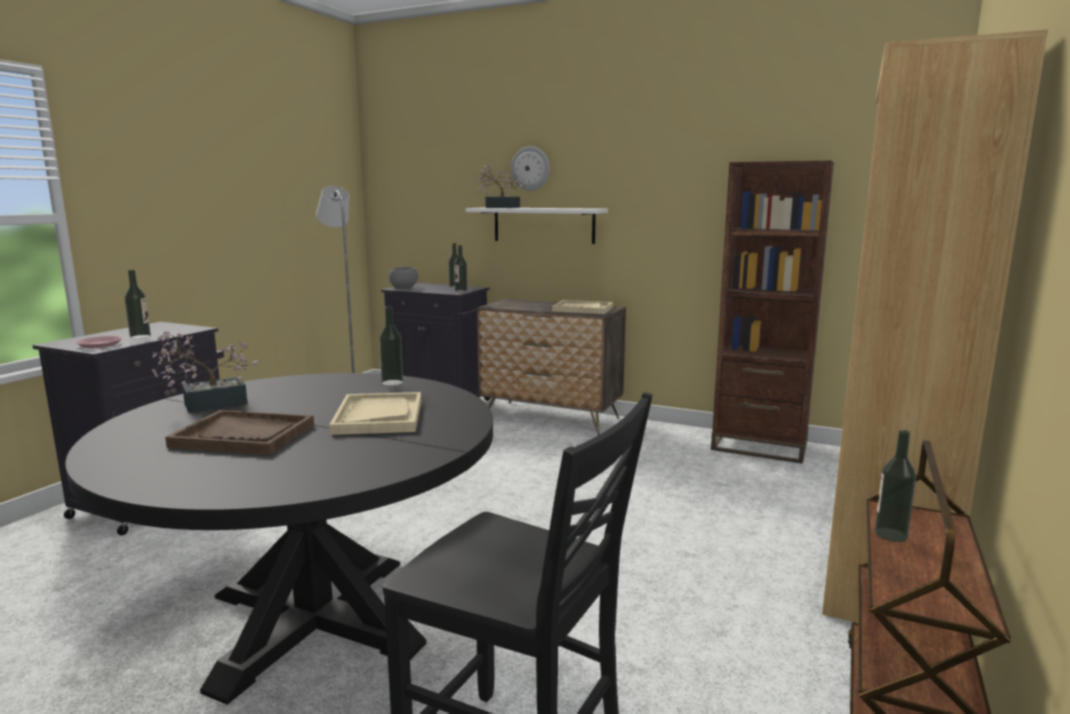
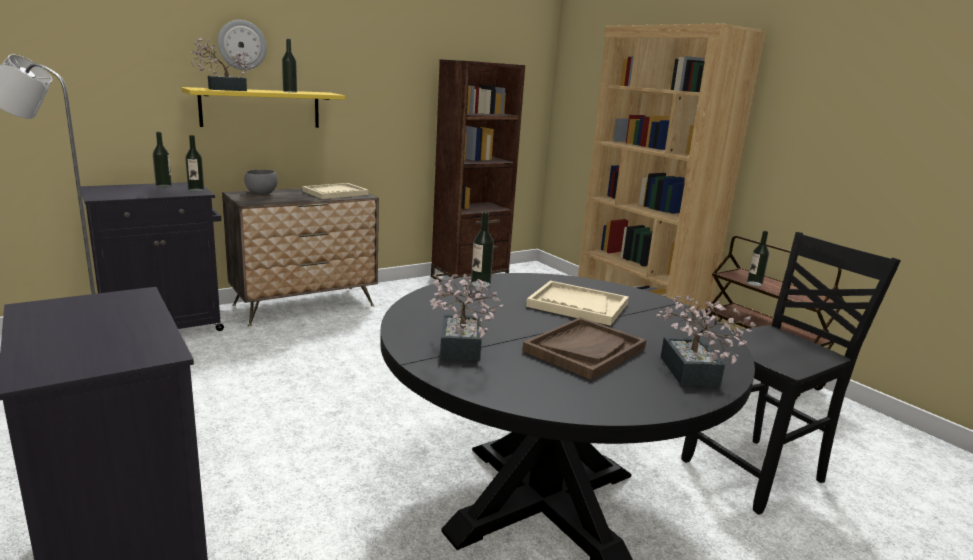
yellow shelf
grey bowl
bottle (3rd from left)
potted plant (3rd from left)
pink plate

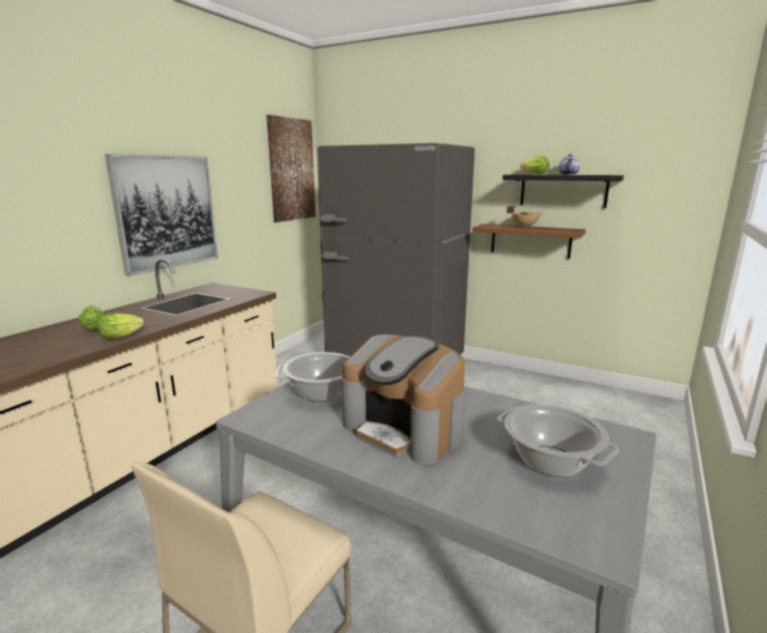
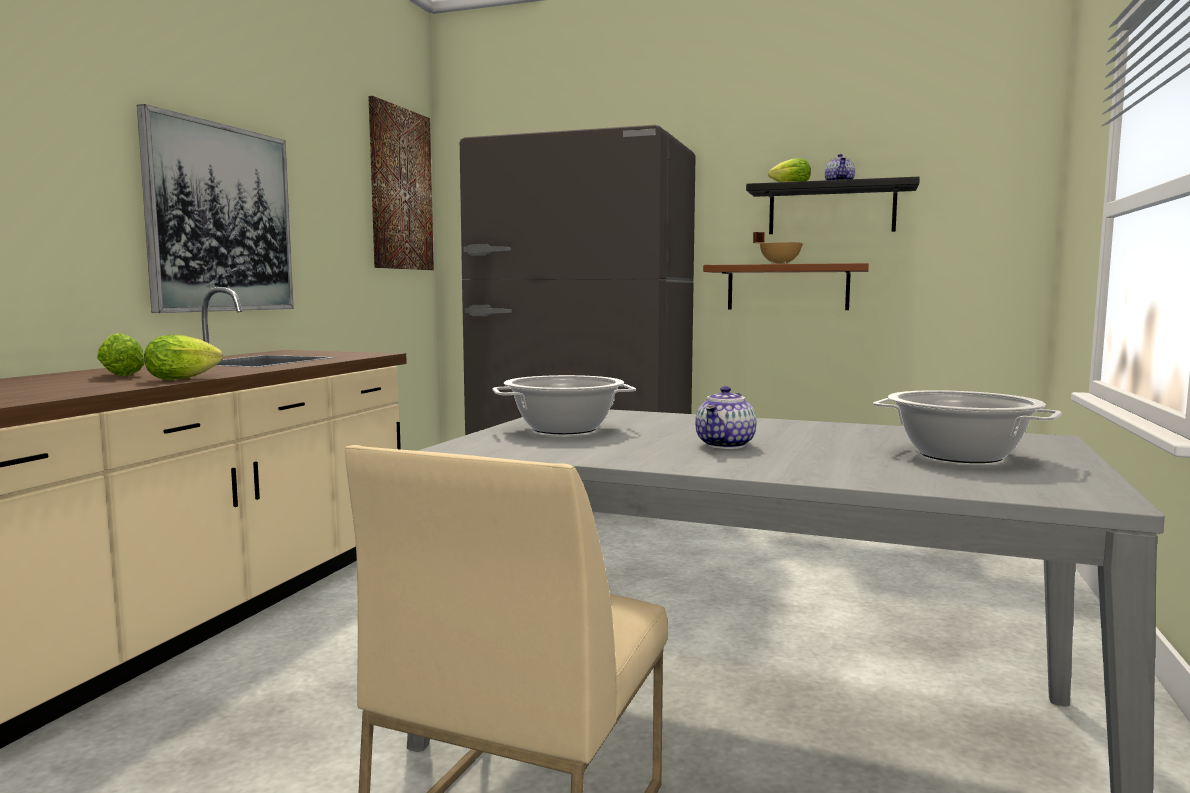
teapot (1st from left)

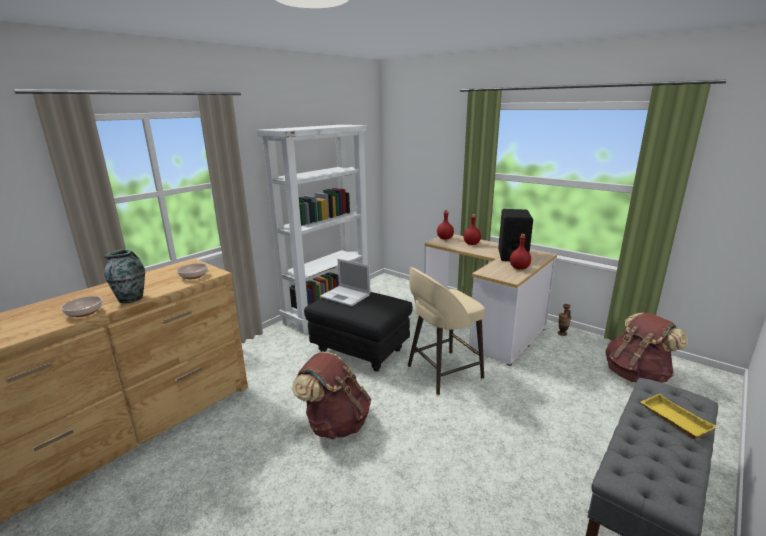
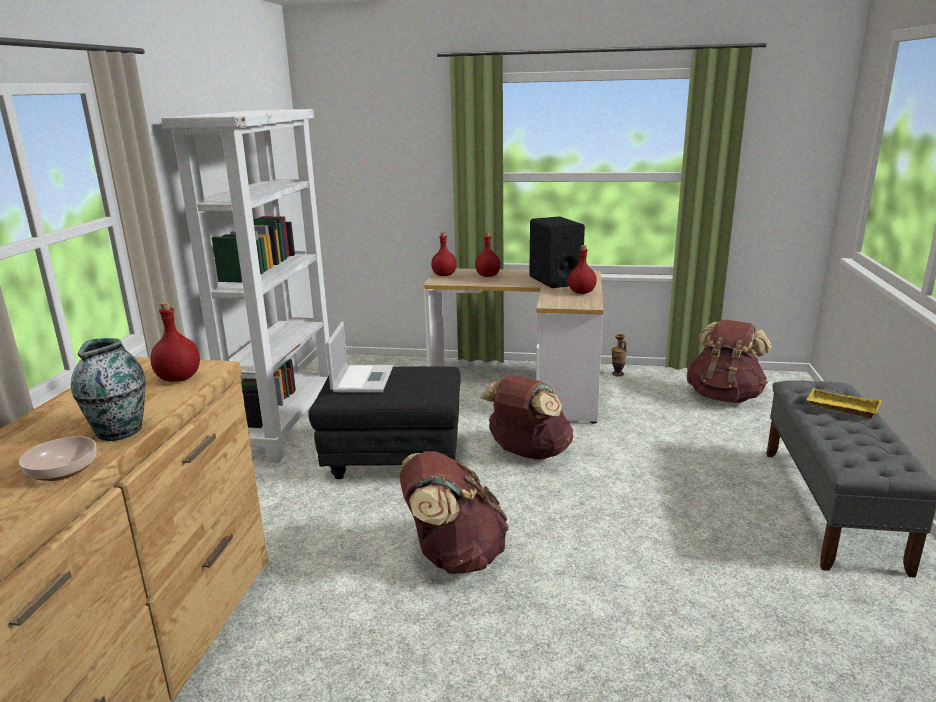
red bottle (1st from left)
laptop
brown backpack (2nd from left)

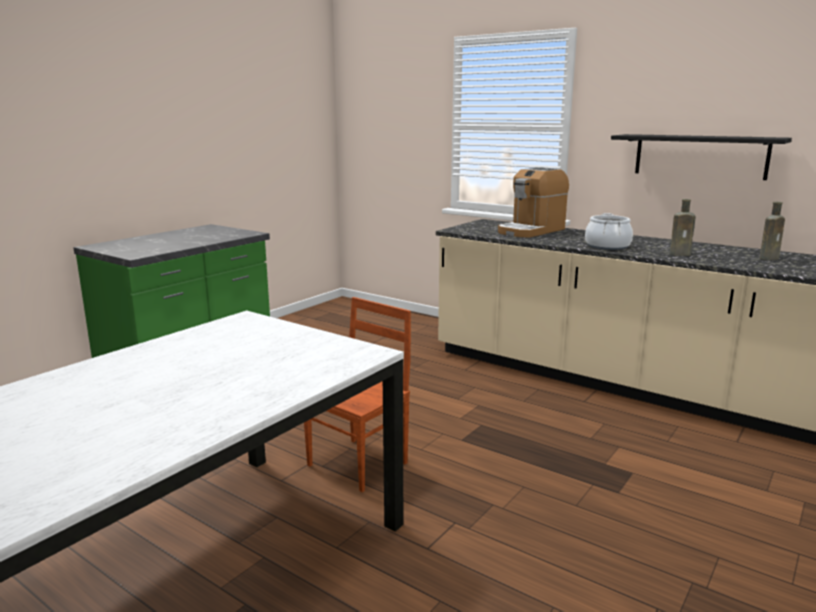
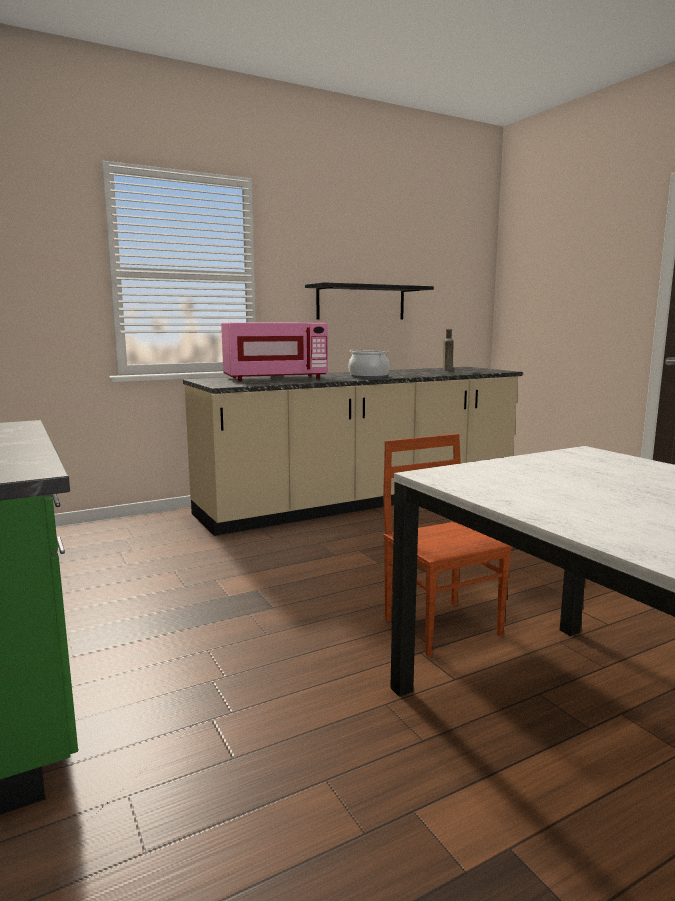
pink microwave
brown bottle (1st from left in the first image)

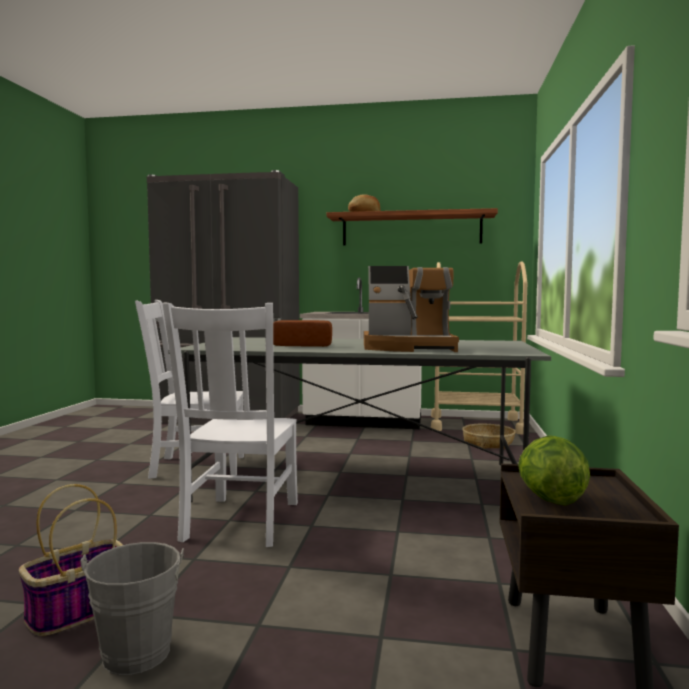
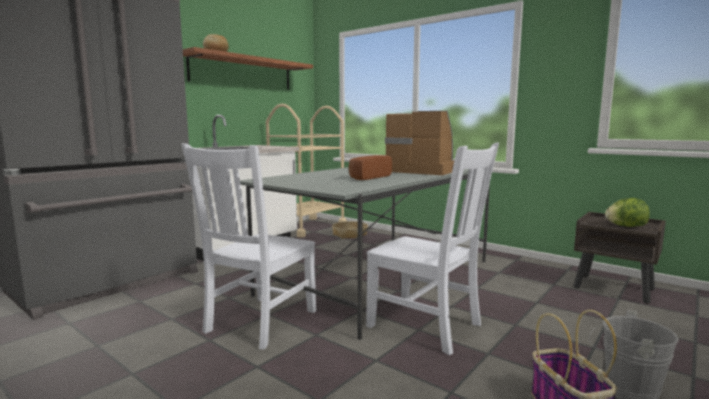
coffee machine

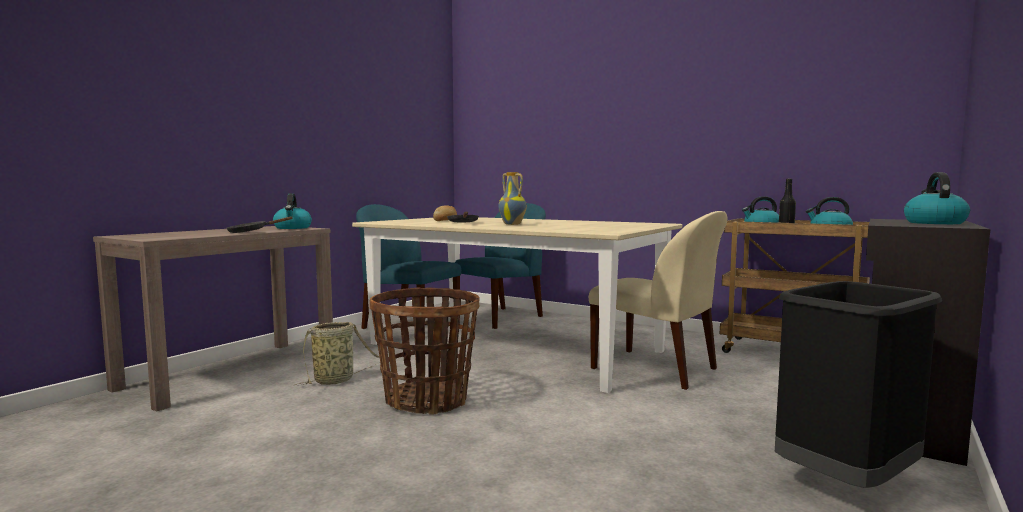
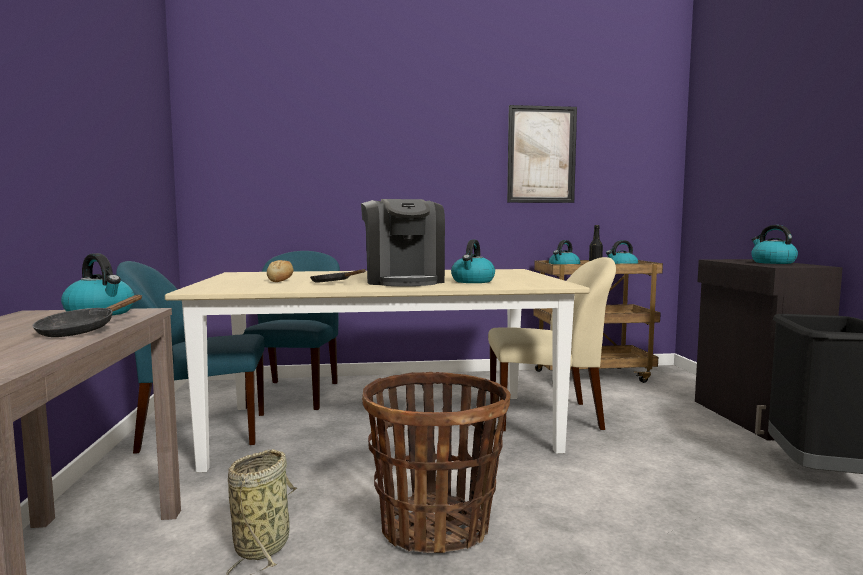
coffee machine
kettle (2nd from left)
picture

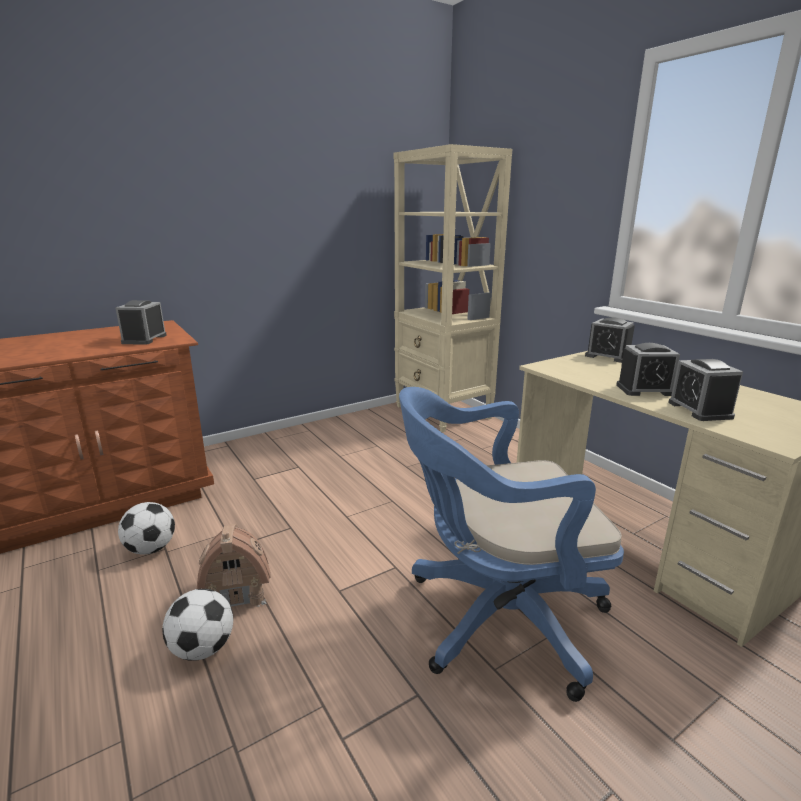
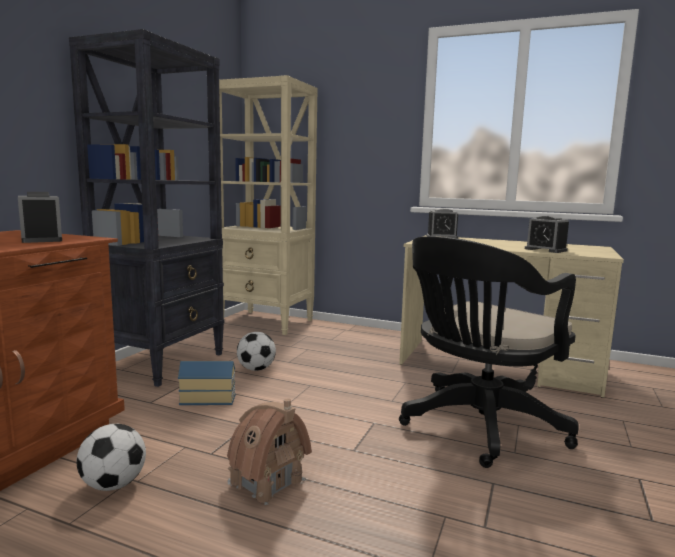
black bookcase
toy house (1st from left)
football (2nd from left)
black office chair
alarm clock (3rd from left in the first image)

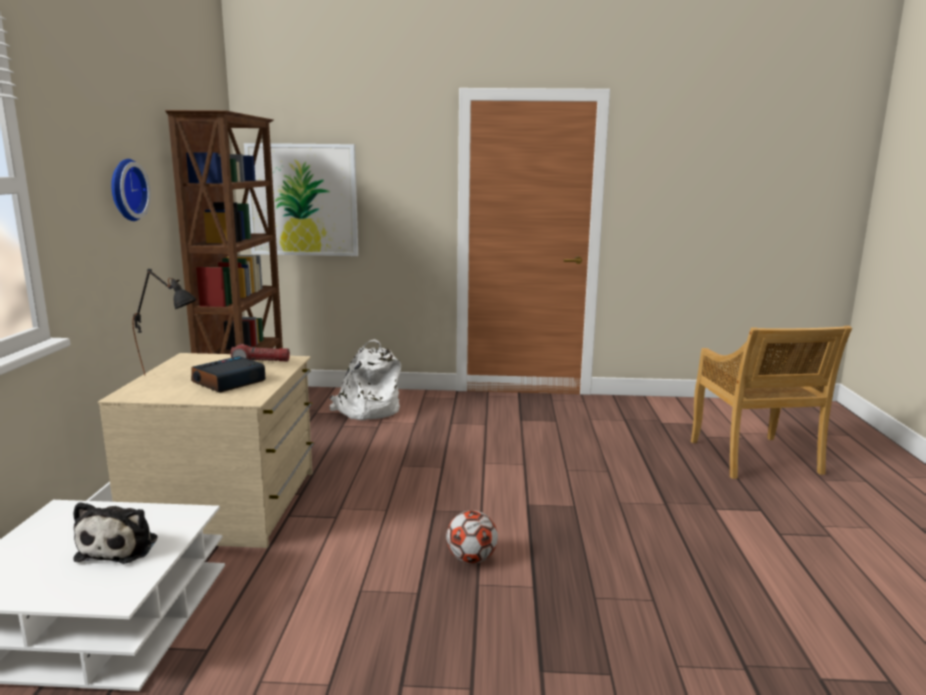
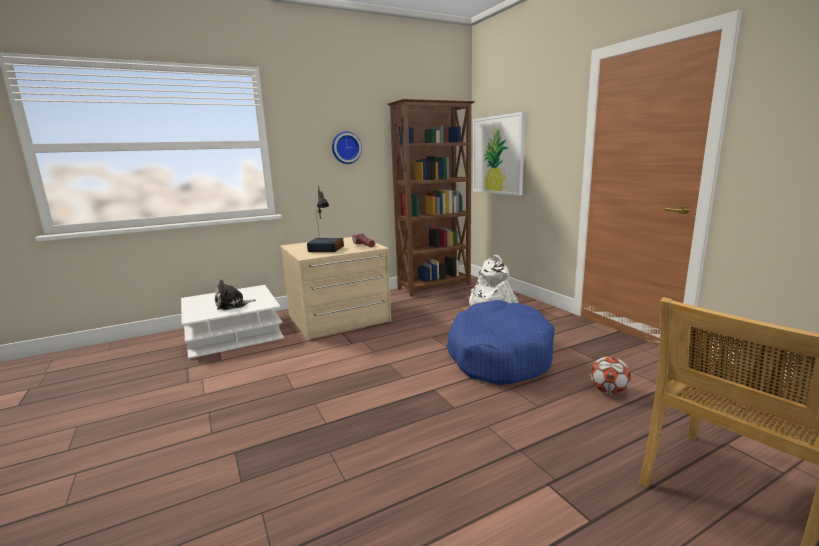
blue dog bed
football

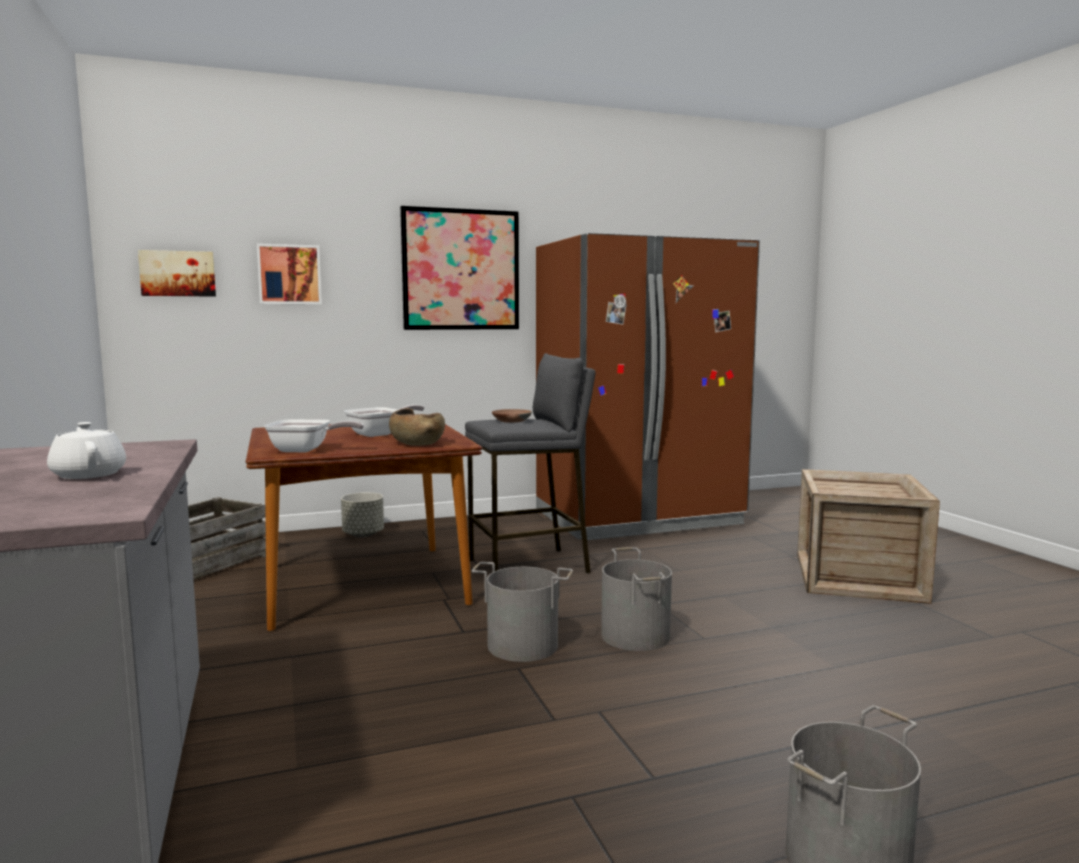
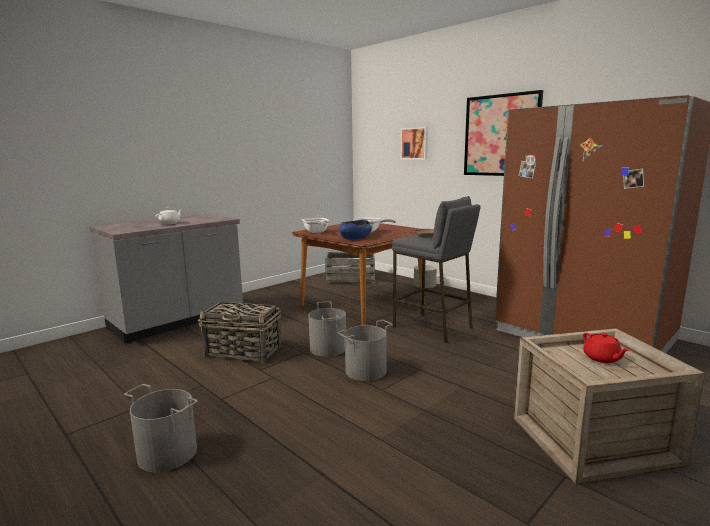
basket
blue bowl
red teapot
picture (1st from left in the first image)

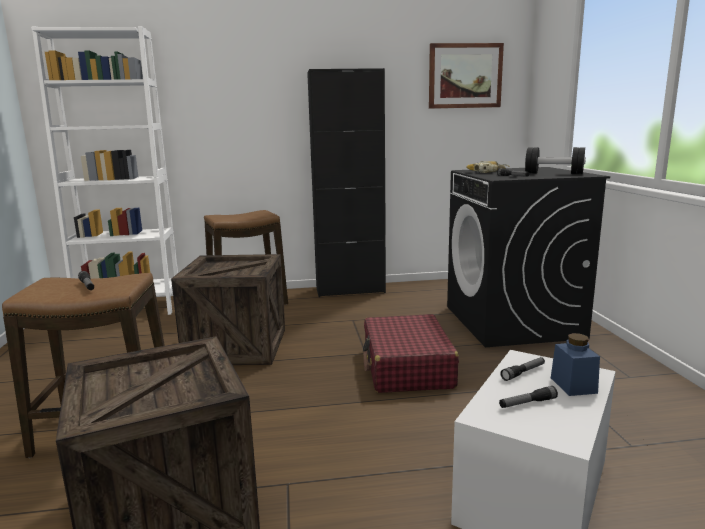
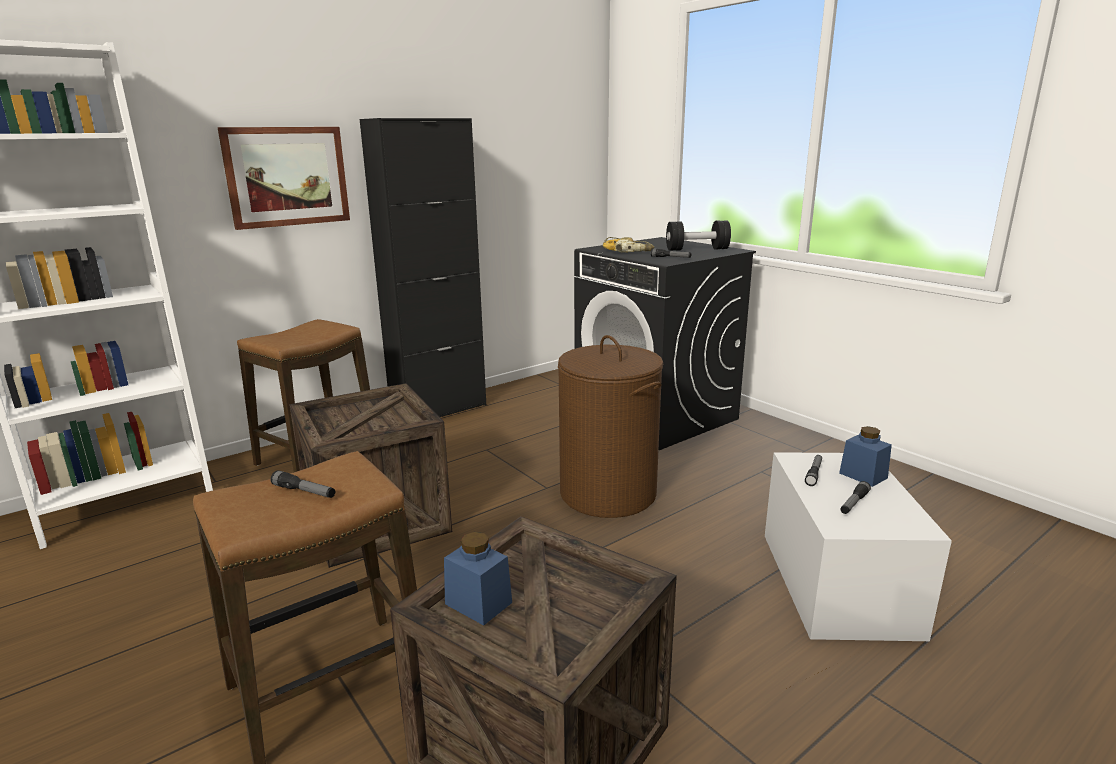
picture
blue jar (1st from left)
brown laundry basket

